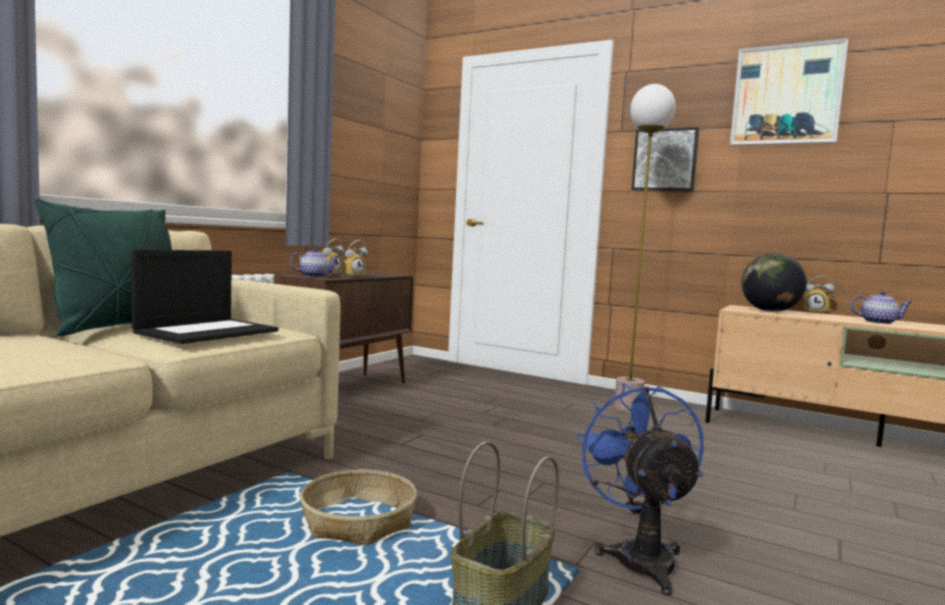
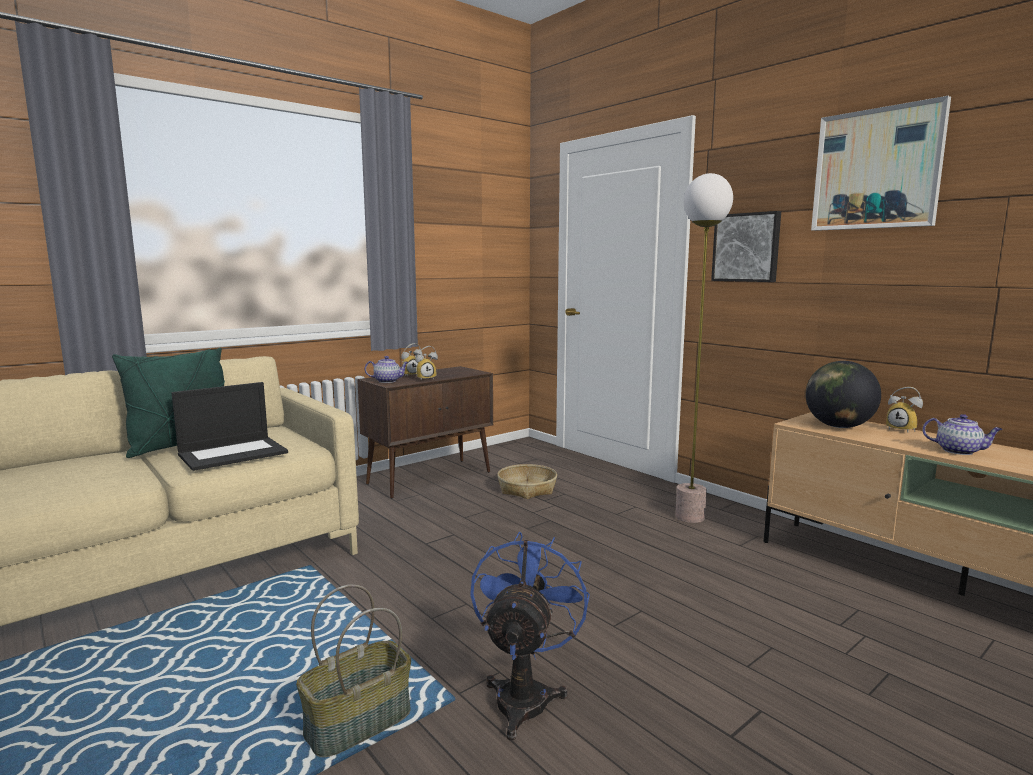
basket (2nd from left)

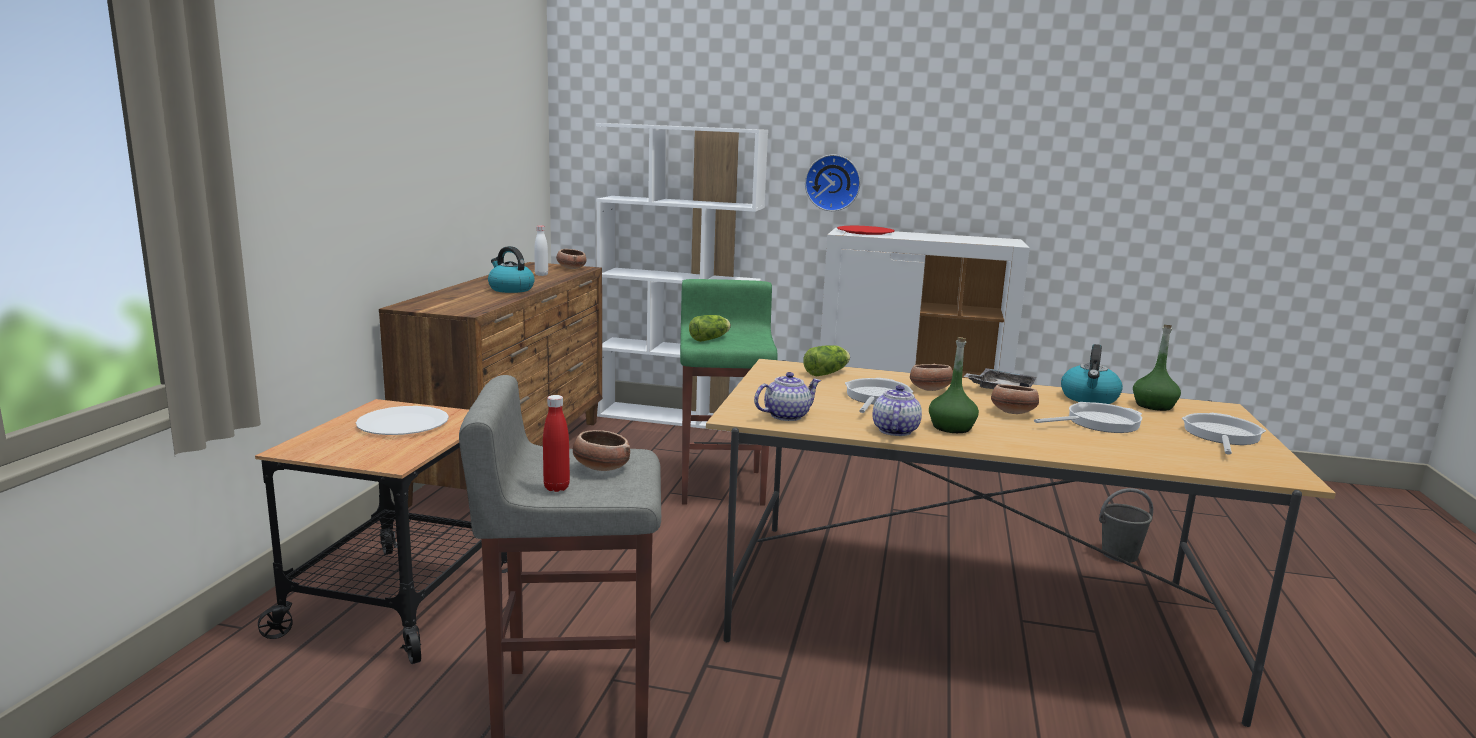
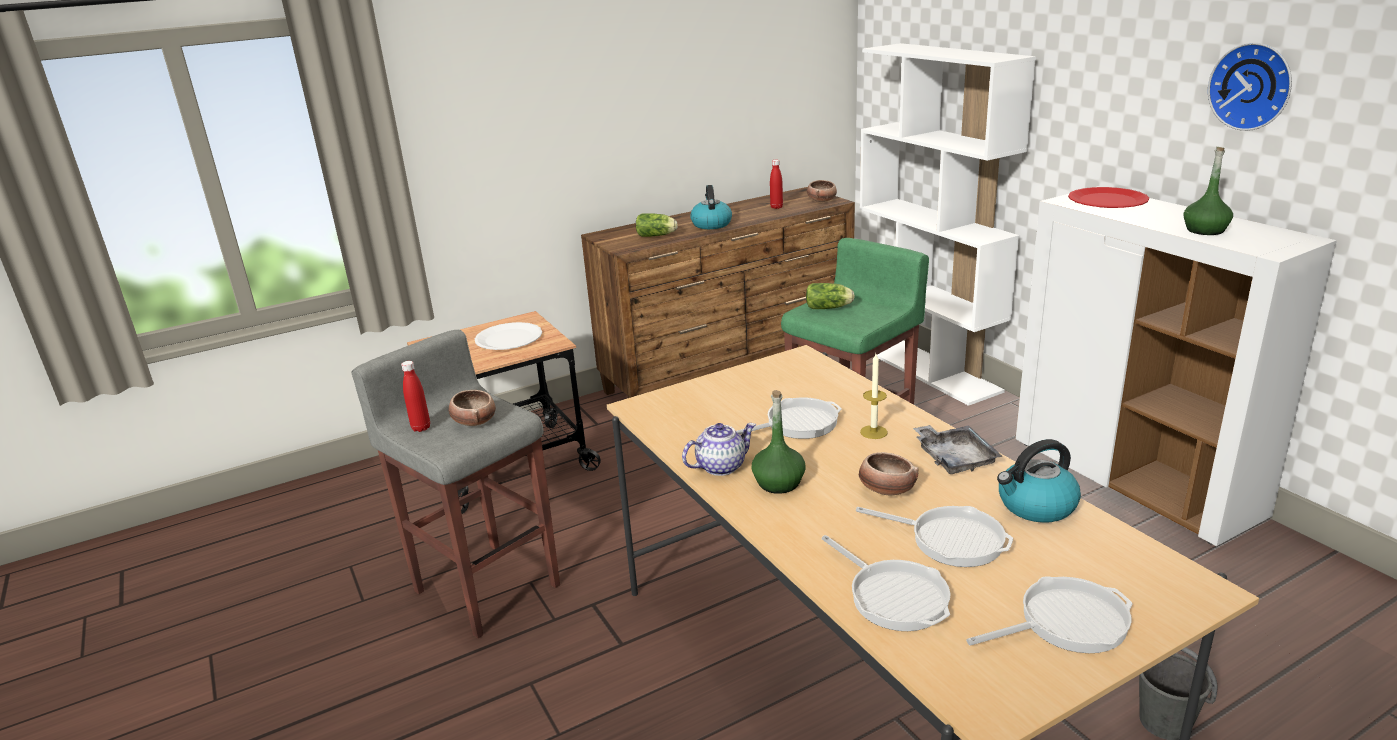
lettuce (1st from left)
red bottle (2nd from left)
frying pan (2nd from left)
candle
green bottle (2nd from left)
wall clock
teapot (1st from left in the first image)

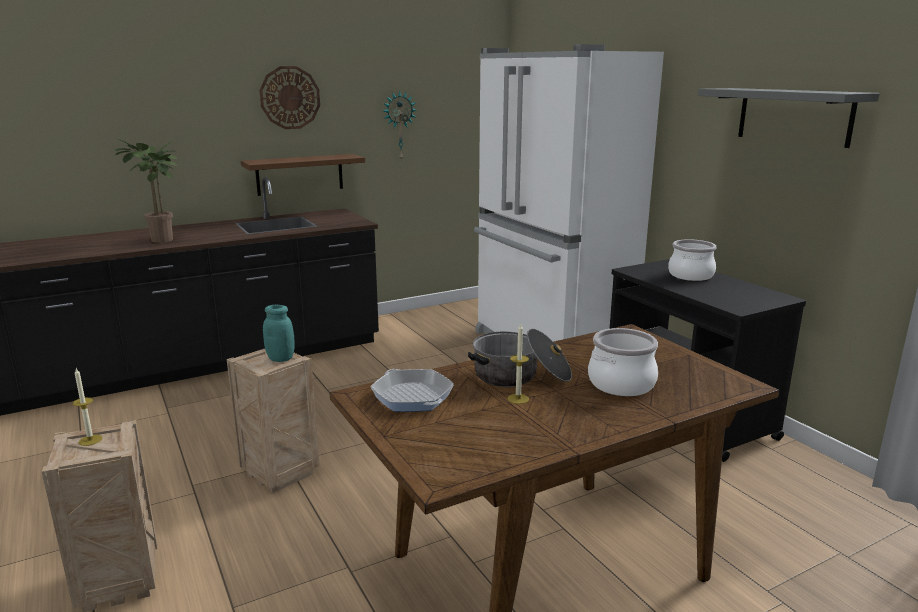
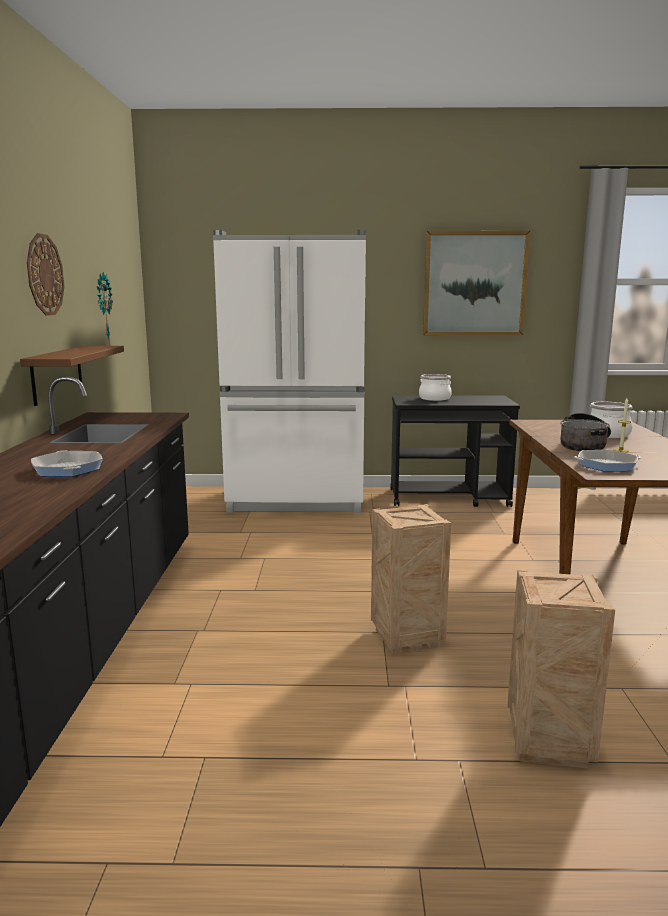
frying pan (1st from left)
picture
candle (1st from left in the first image)
turquoise jar

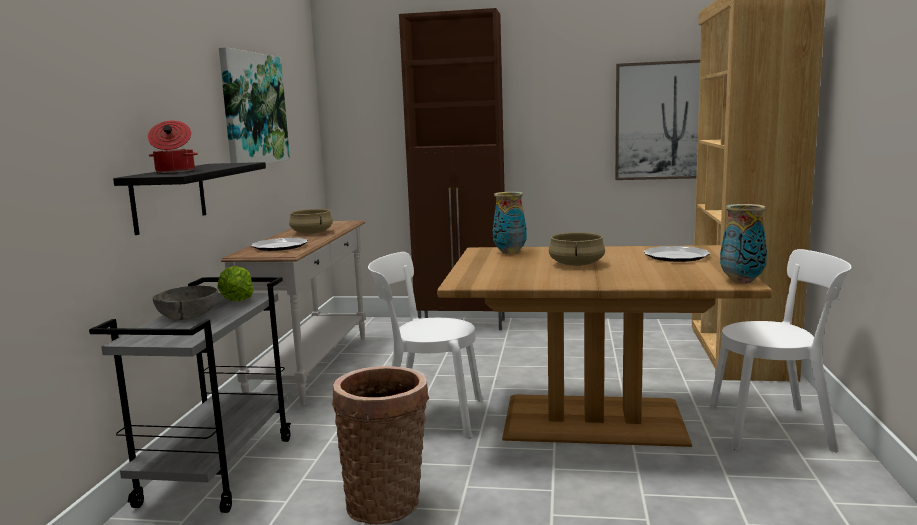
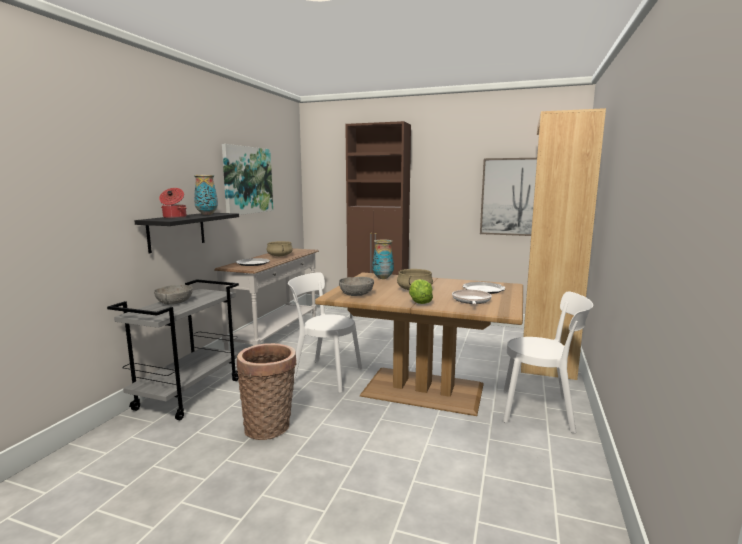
vase (1st from left)
grey bowl (2nd from left)
lettuce
frying pan

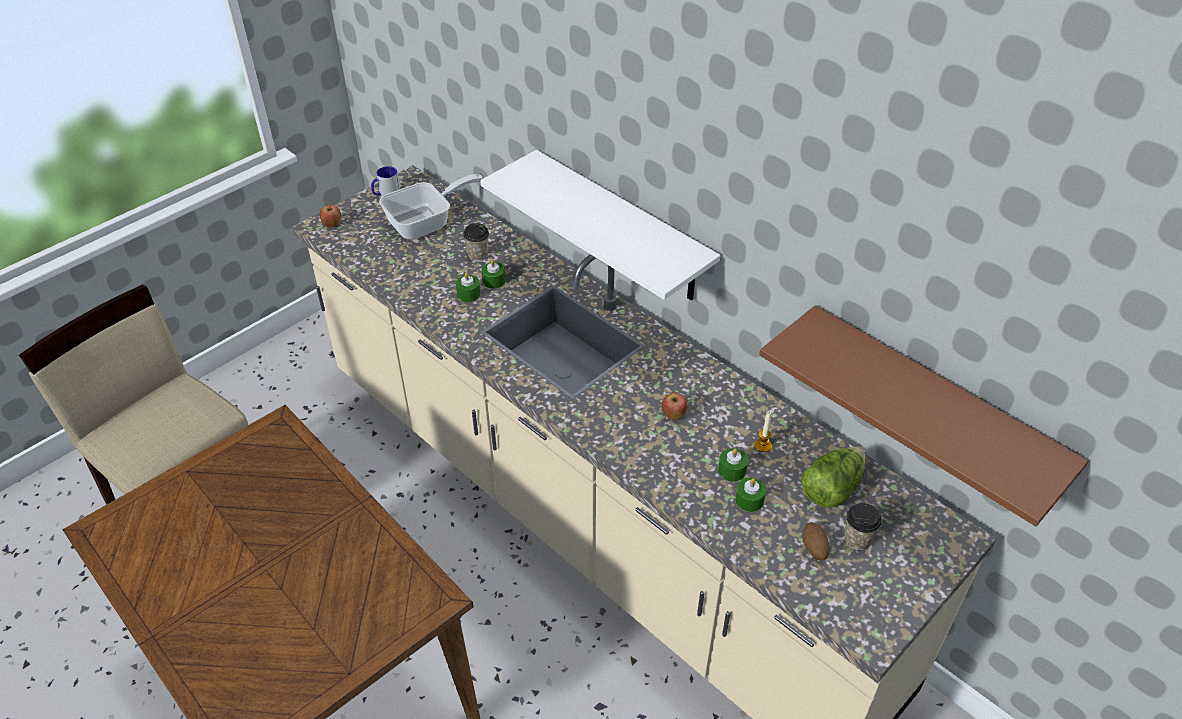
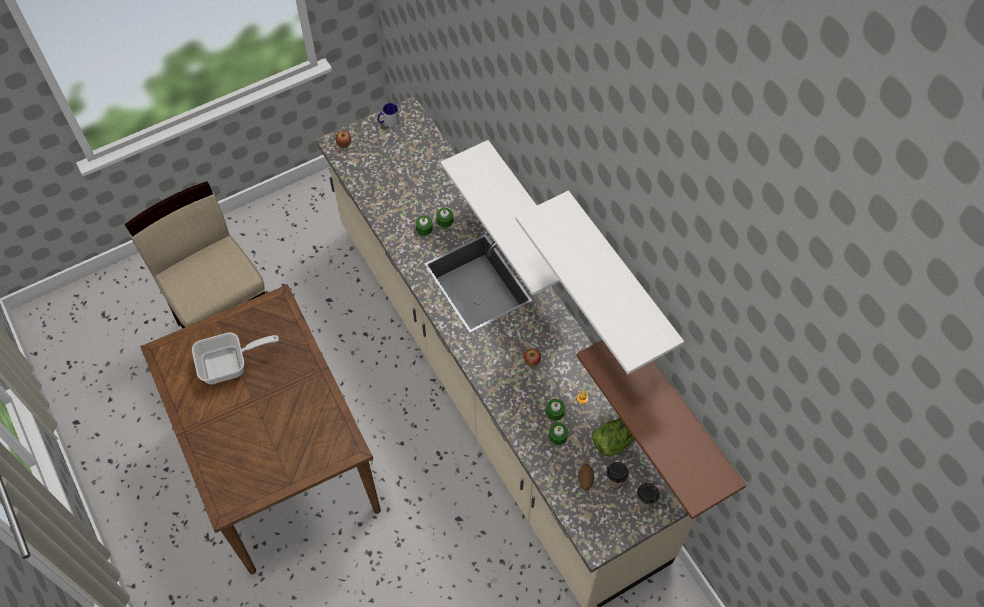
frying pan
white shelf (2nd from left)
cup (2nd from left)

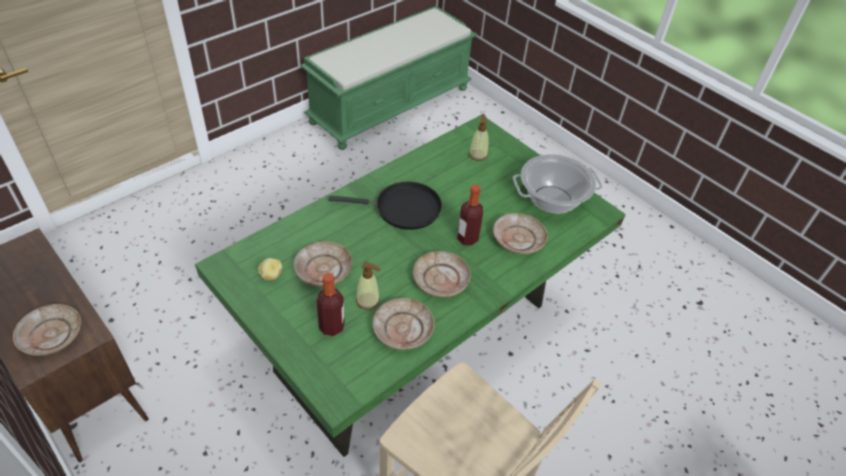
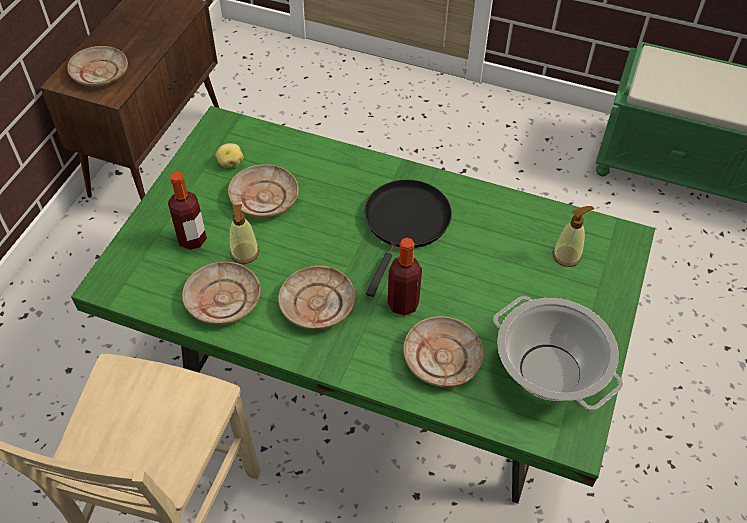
black frying pan

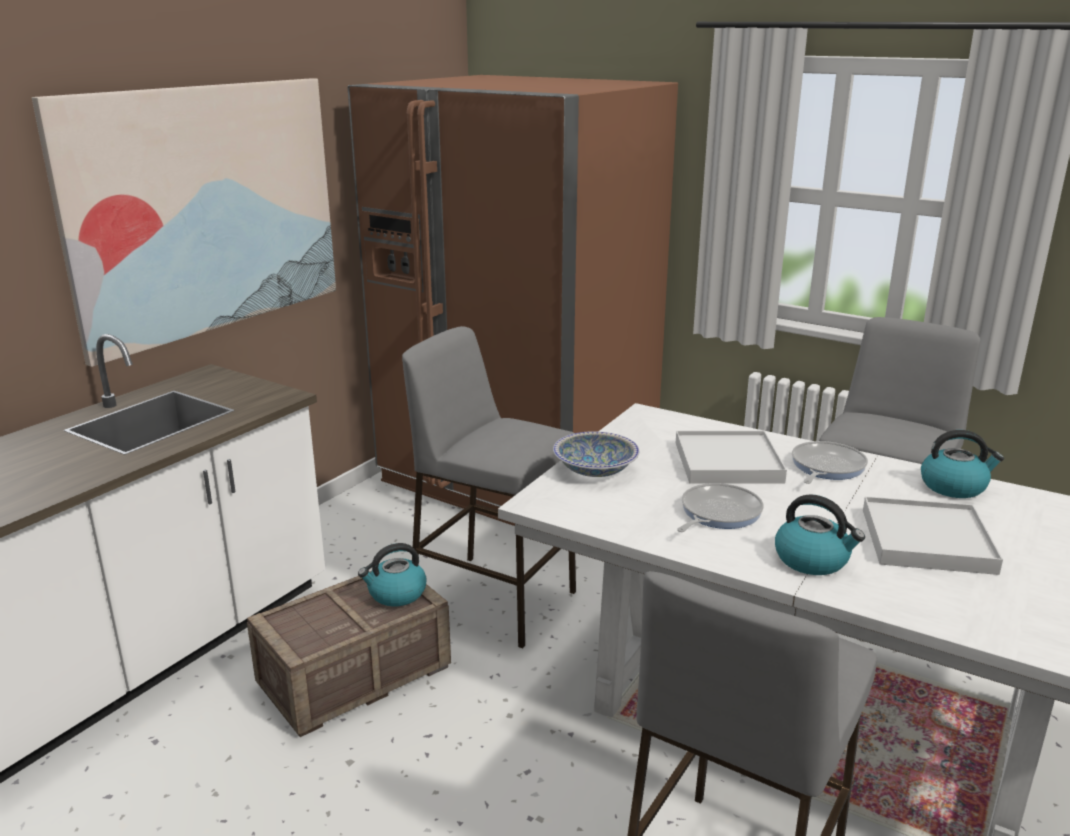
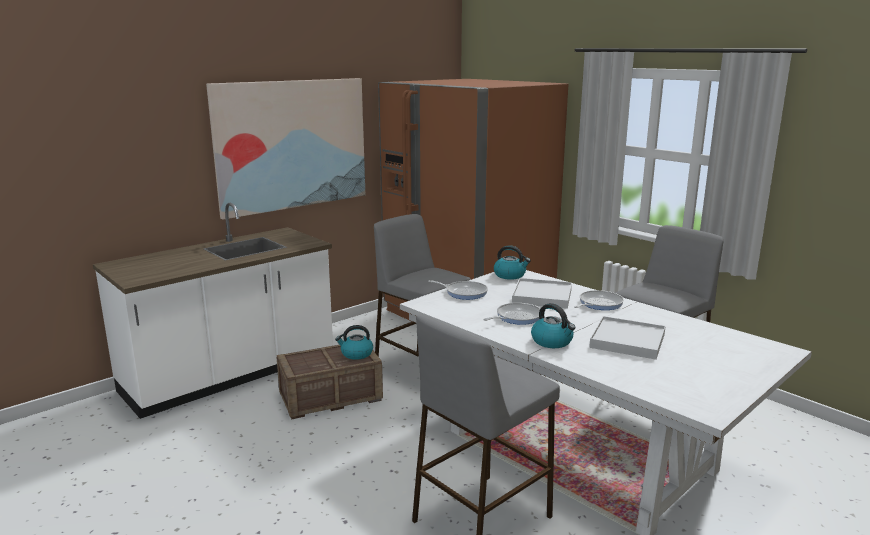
frying pan (1st from left)
kettle (2nd from left)

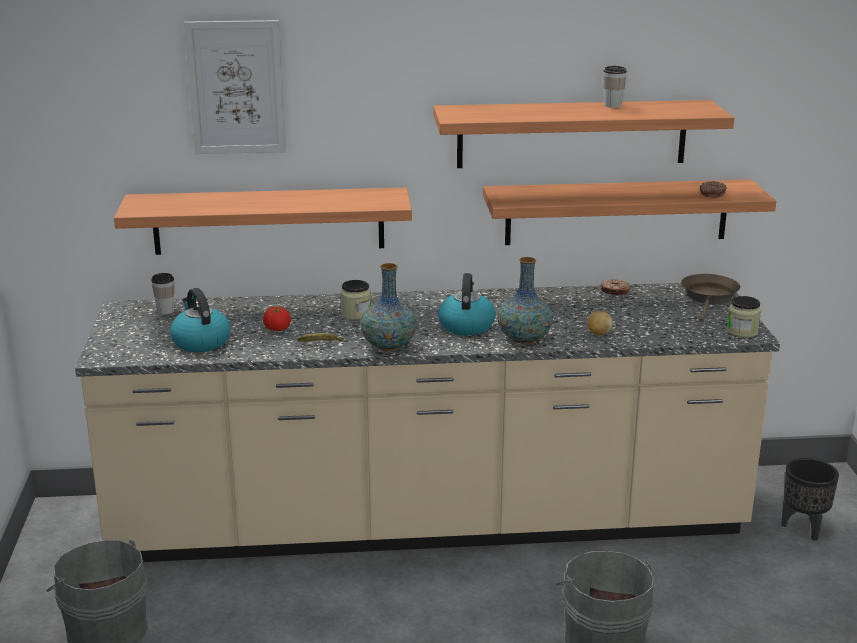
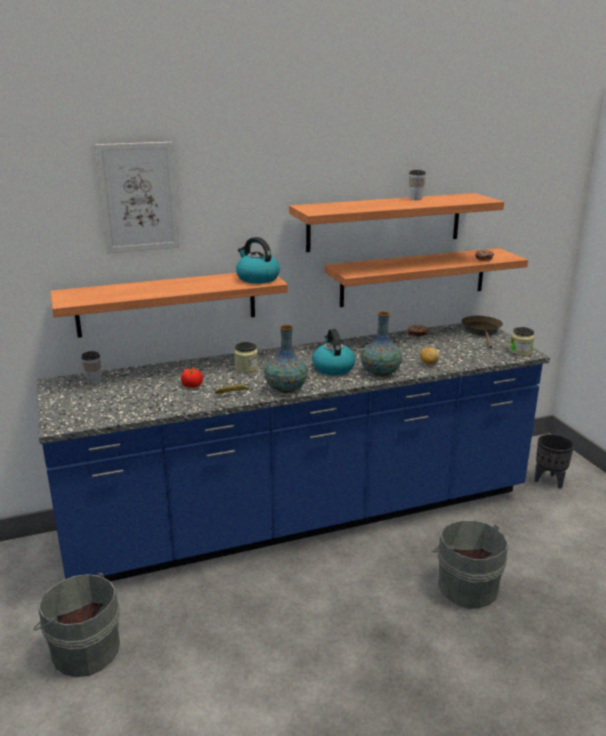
blue counter
kettle (1st from left)

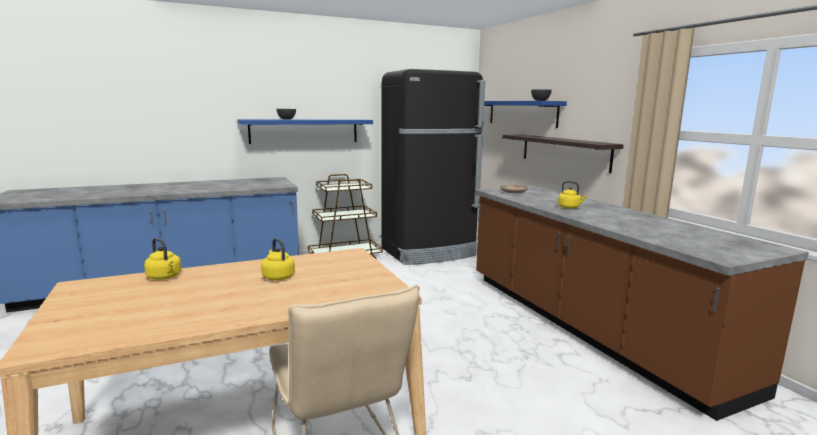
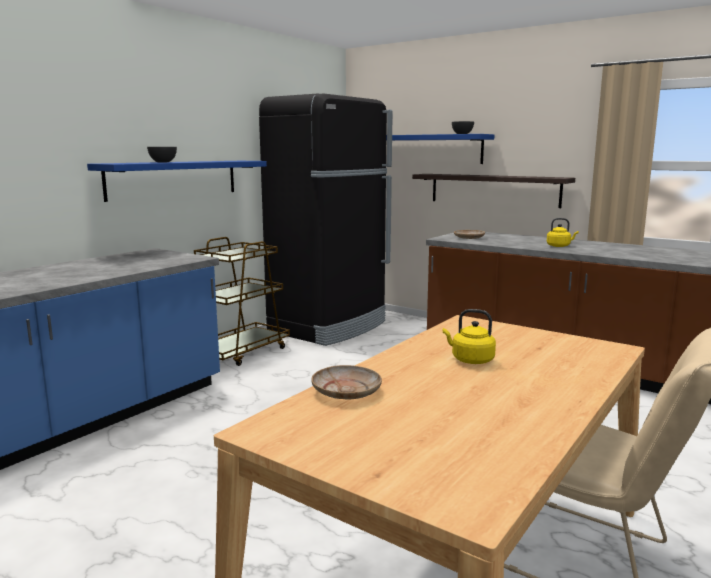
beige plate (1st from left)

